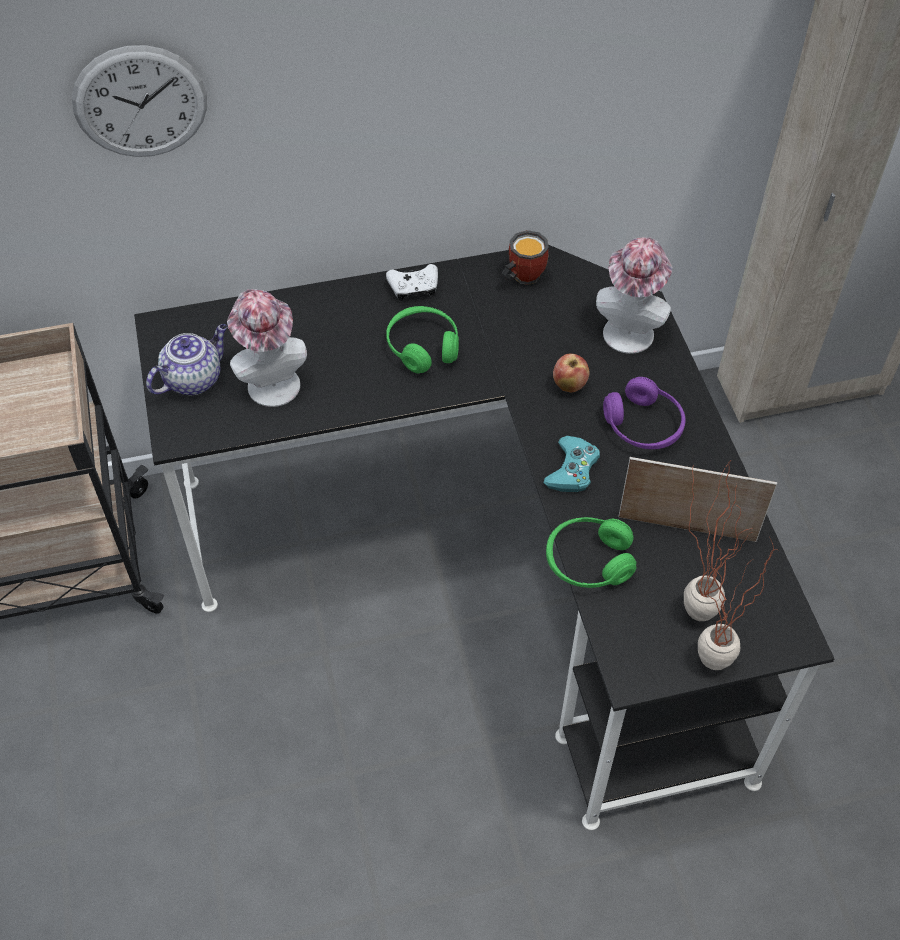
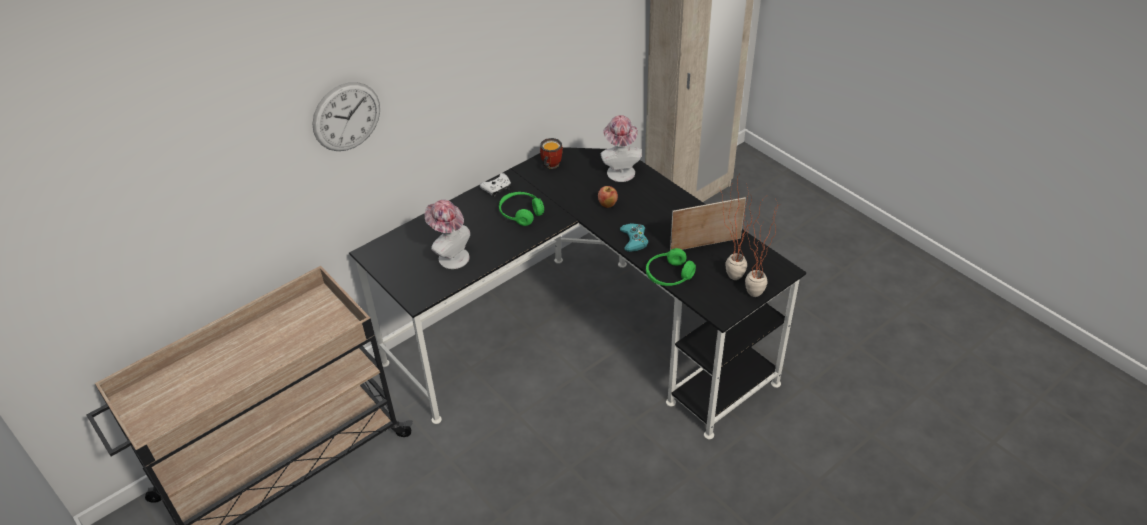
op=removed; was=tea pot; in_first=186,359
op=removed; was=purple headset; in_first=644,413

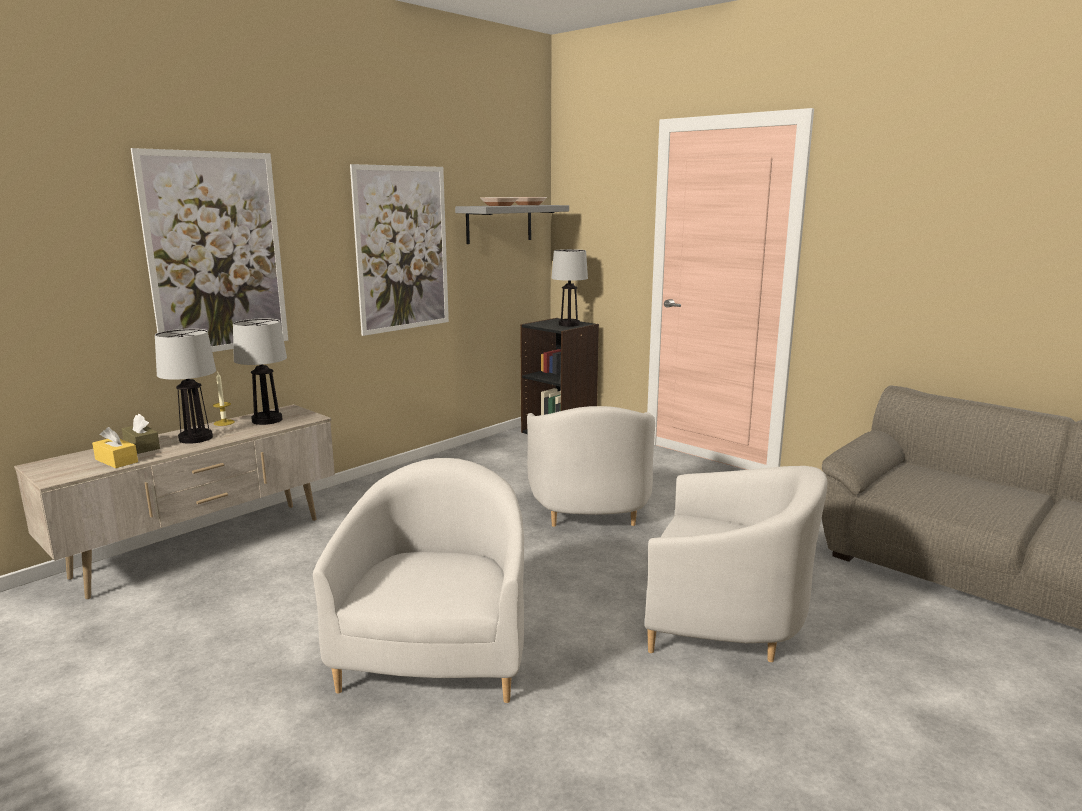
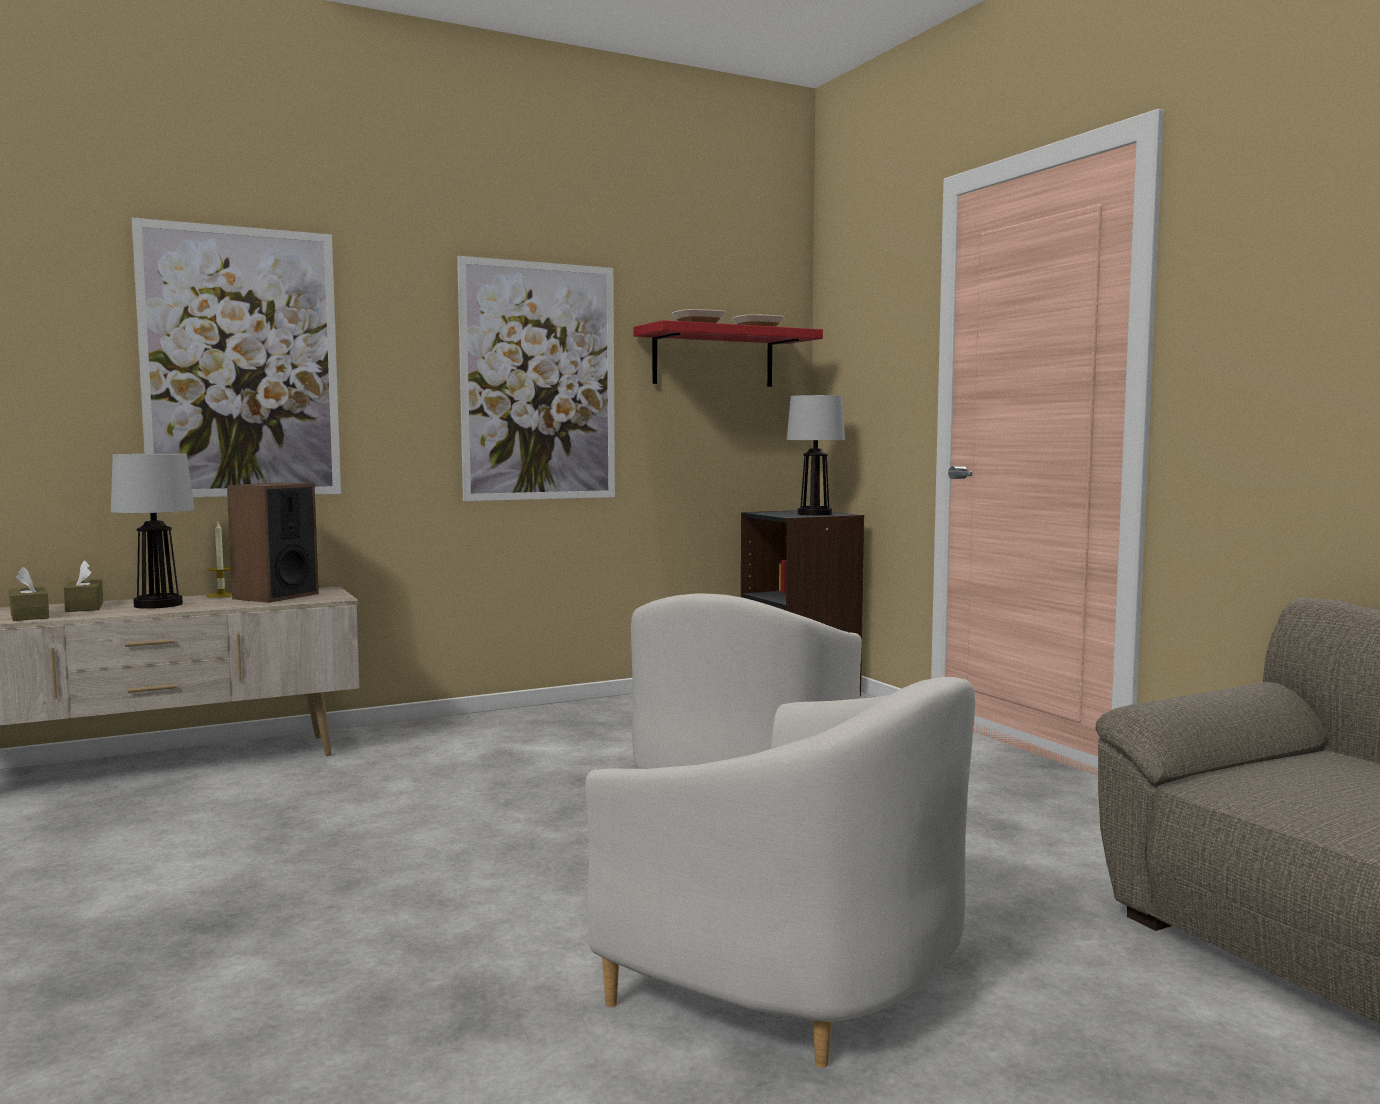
op=recoloured; was=yellow box of tissues; now=brownish box of tissues; in_first=115,447; in_second=29,594
op=replaced; was=tabletop lamp; now=loudspeaker; in_first=260,371; in_second=273,543
op=removed; was=white armchair; in_first=418,580
op=recoloured; was=gray bracket shelf; now=reddish bracket shelf; in_first=512,224; in_second=728,353

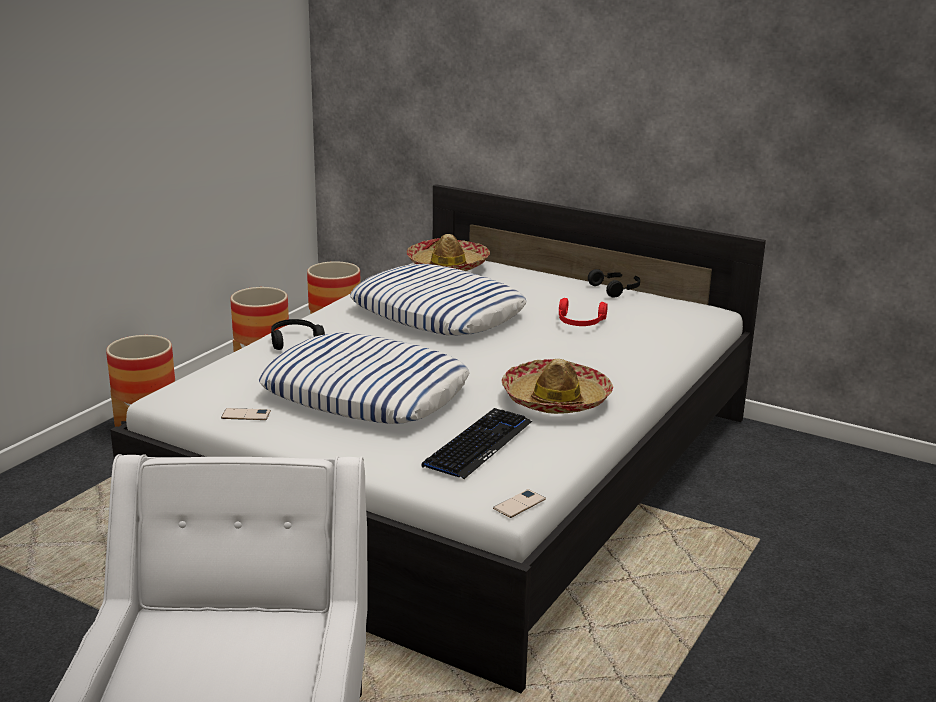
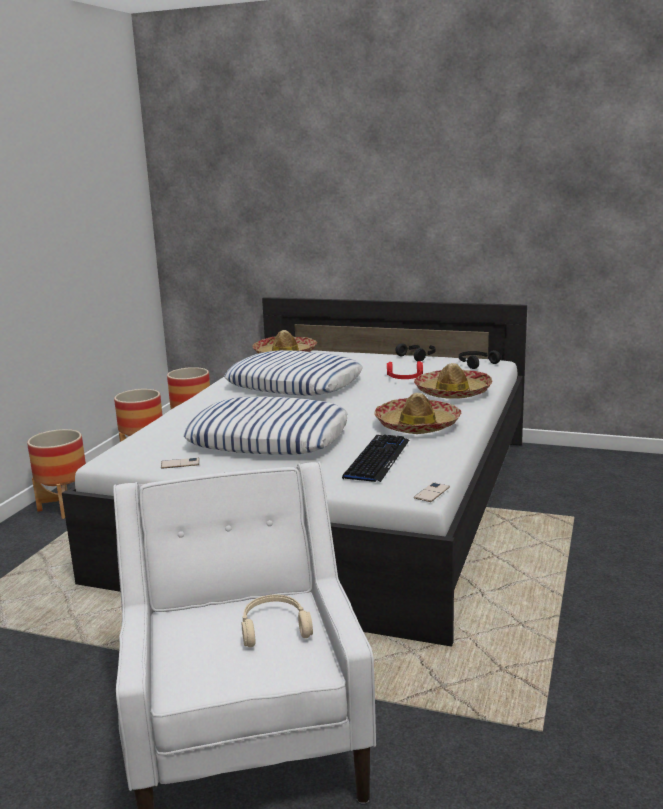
op=moved; was=blackish headset; in_first=298,334; in_second=480,359
op=added; now=beige headset; in_second=277,621
op=added; now=hat; in_second=453,381

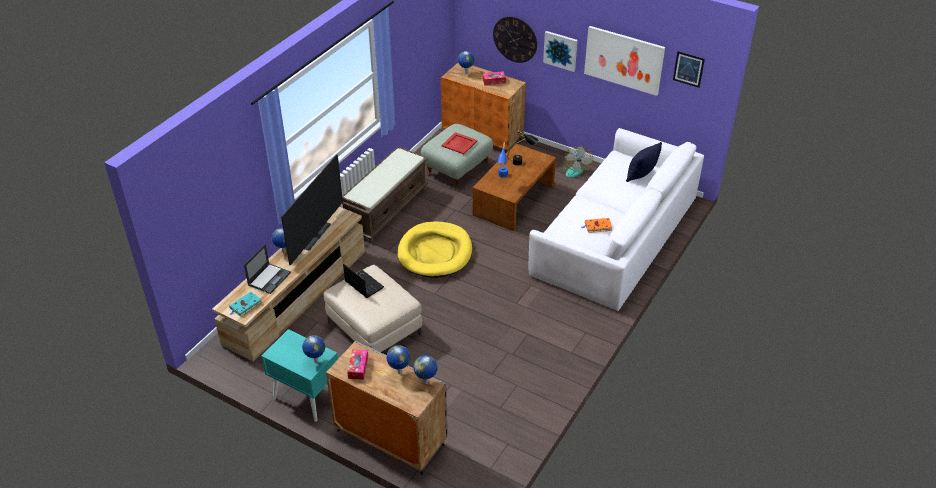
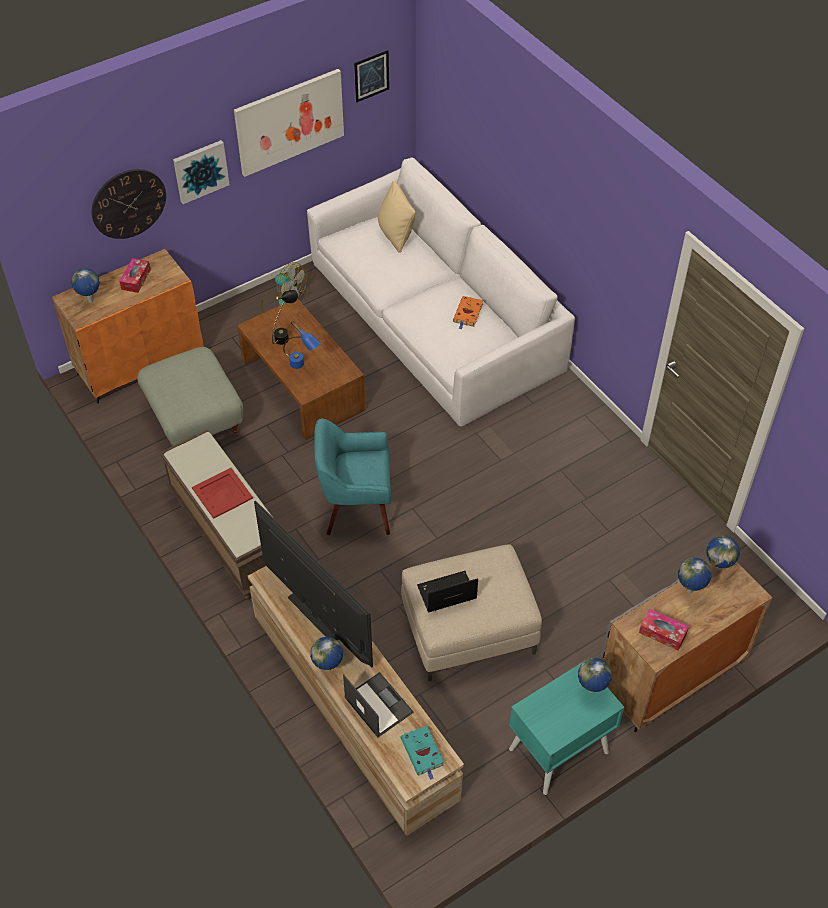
op=replaced; was=yellow dog bed; now=turquoise armchair; in_first=435,249; in_second=352,477
op=moved; was=reddish serving tray; in_first=459,143; in_second=222,493
op=recoloured; was=blackish pillow; now=beige pillow; in_first=644,162; in_second=396,217

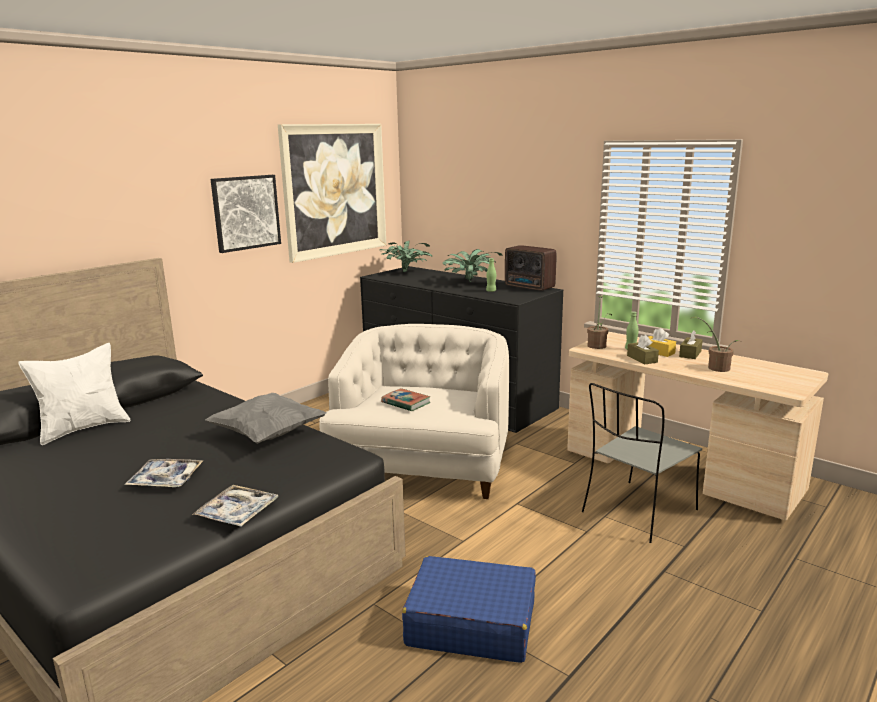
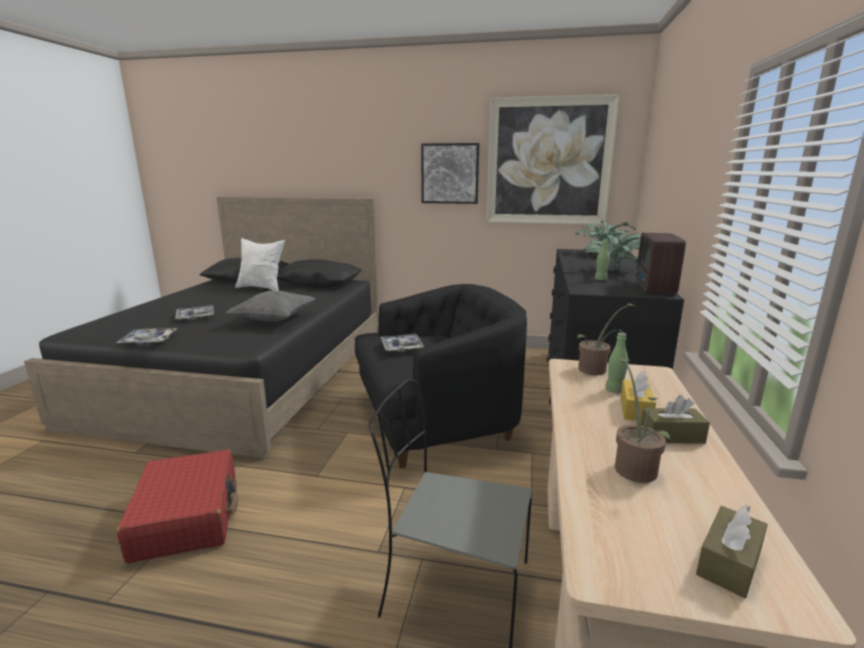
op=recoloured; was=white armchair; now=blackish armchair; in_first=414,411; in_second=441,376
op=replaced; was=book; now=serving tray; in_first=406,399; in_second=402,343
op=recoloured; was=blue suitcase; now=reddish suitcase; in_first=469,609; in_second=177,506
op=moved; was=brownish box of tissues; in_first=643,350; in_second=732,551

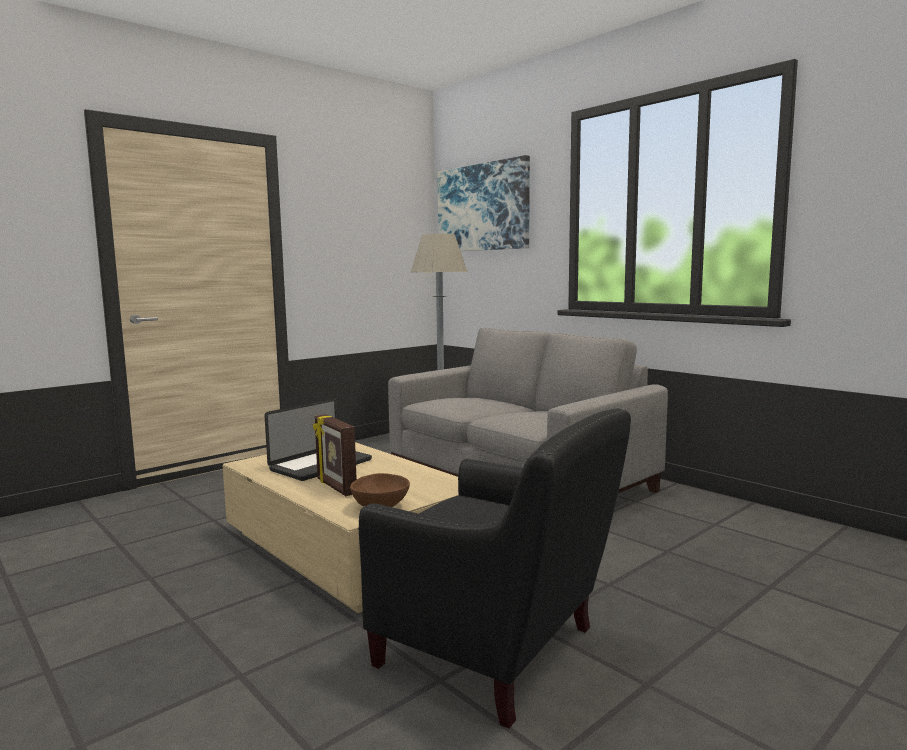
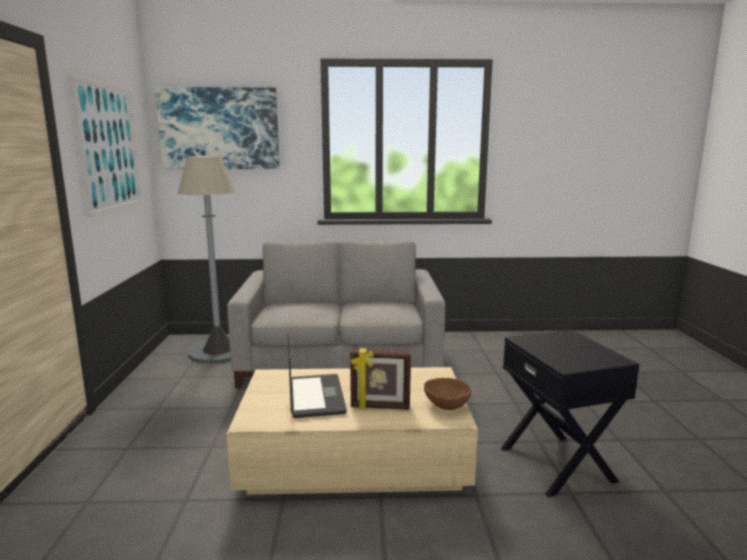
op=replaced; was=blackish armchair; now=blackish end table; in_first=495,568; in_second=570,413
op=added; now=wall picture; in_second=105,146

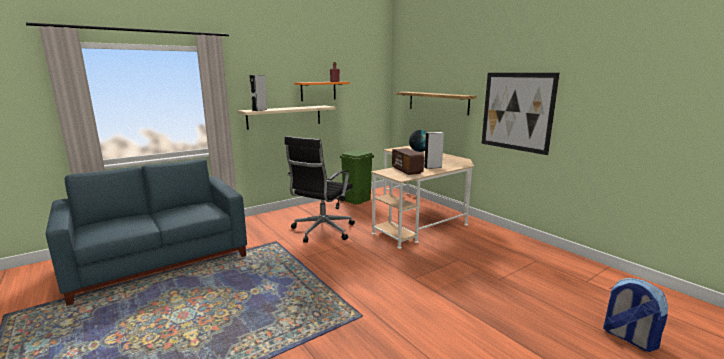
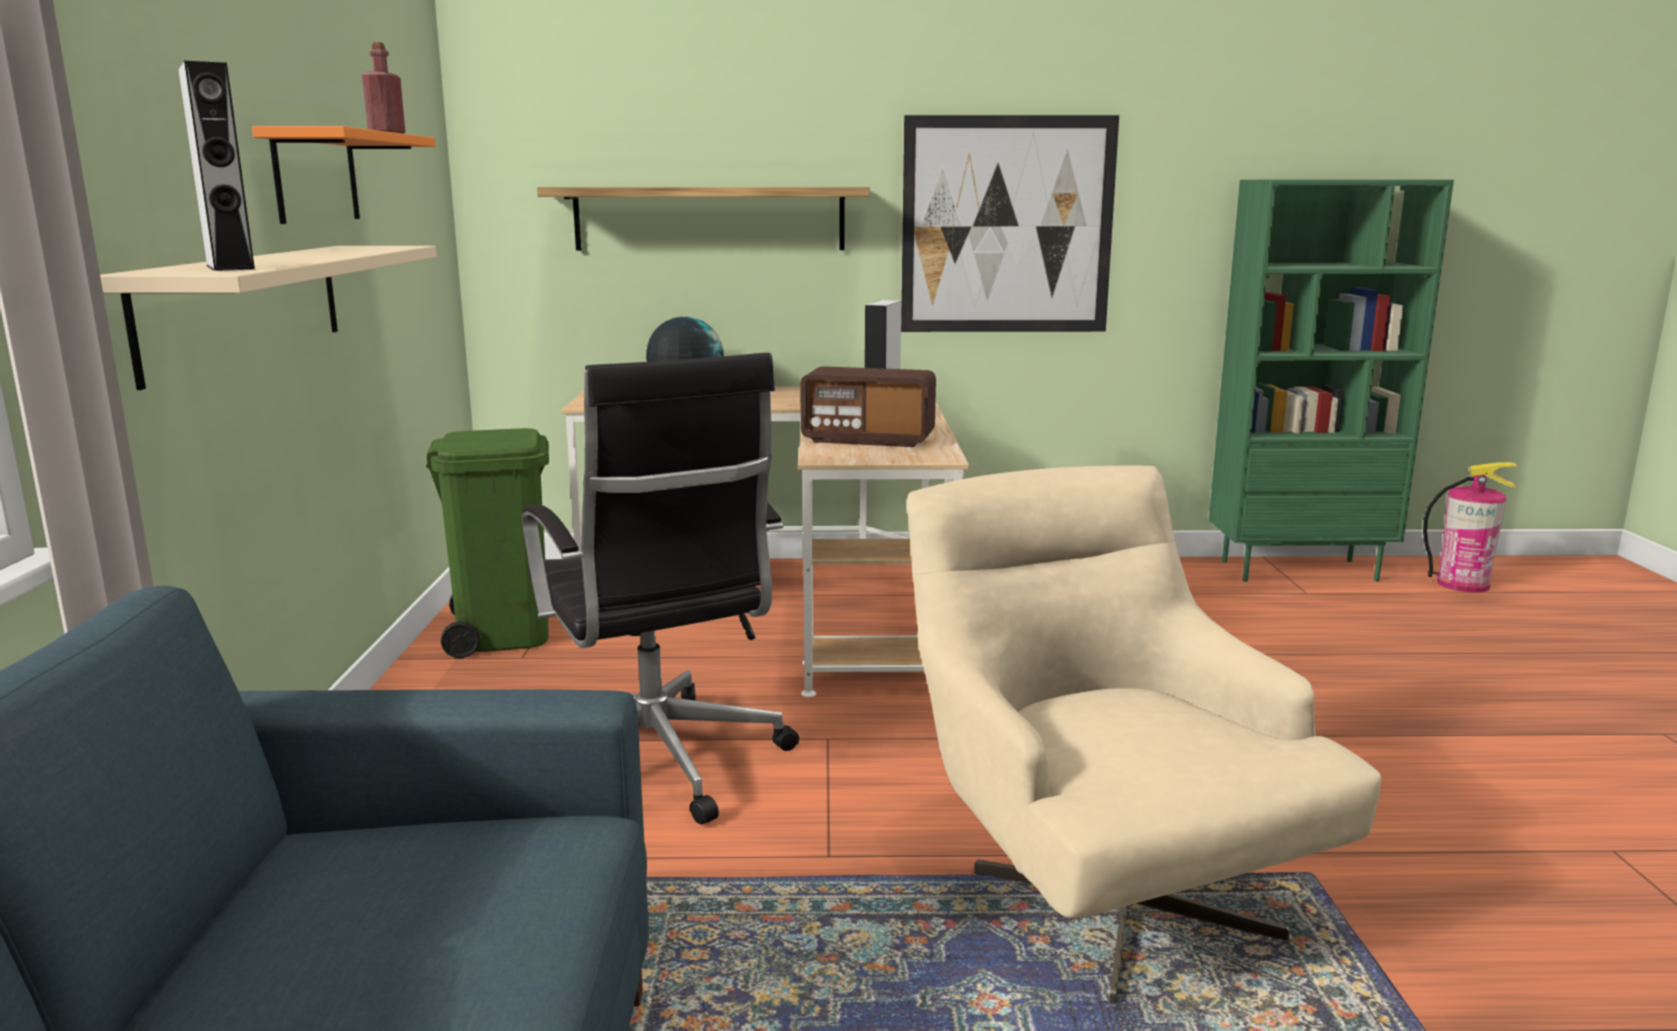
op=removed; was=knapsack; in_first=635,315
op=added; now=beige armchair; in_second=1144,735
op=added; now=greenish shelving unit; in_second=1331,380
op=added; now=extinguisher; in_second=1470,527

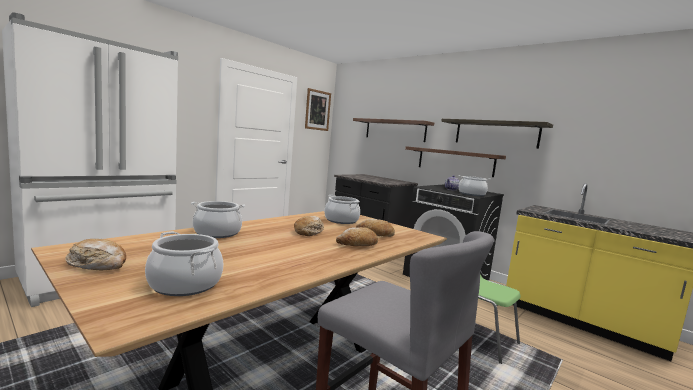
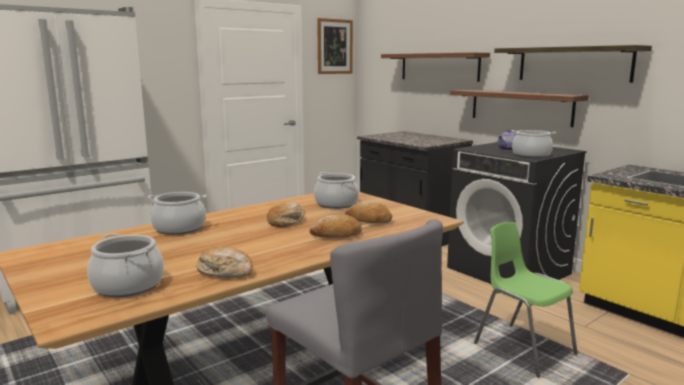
op=moved; was=bakery bread; in_first=95,254; in_second=224,262

